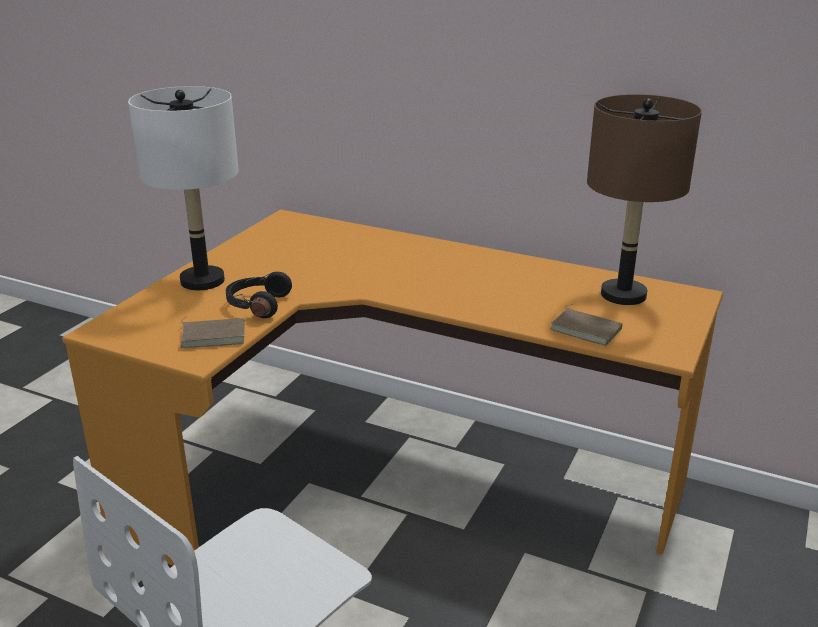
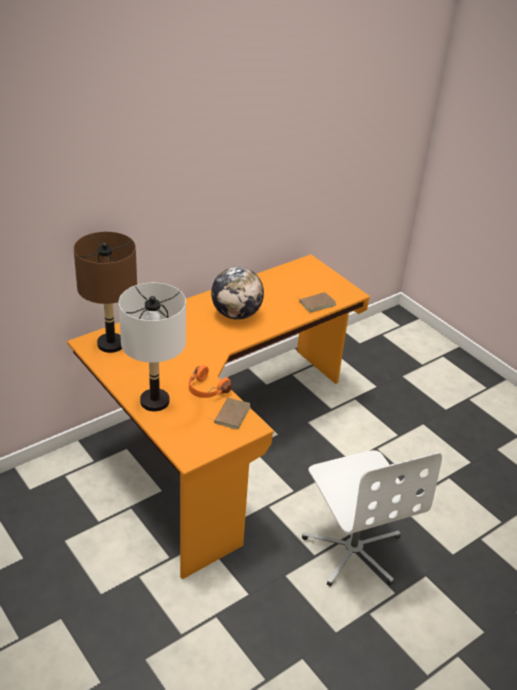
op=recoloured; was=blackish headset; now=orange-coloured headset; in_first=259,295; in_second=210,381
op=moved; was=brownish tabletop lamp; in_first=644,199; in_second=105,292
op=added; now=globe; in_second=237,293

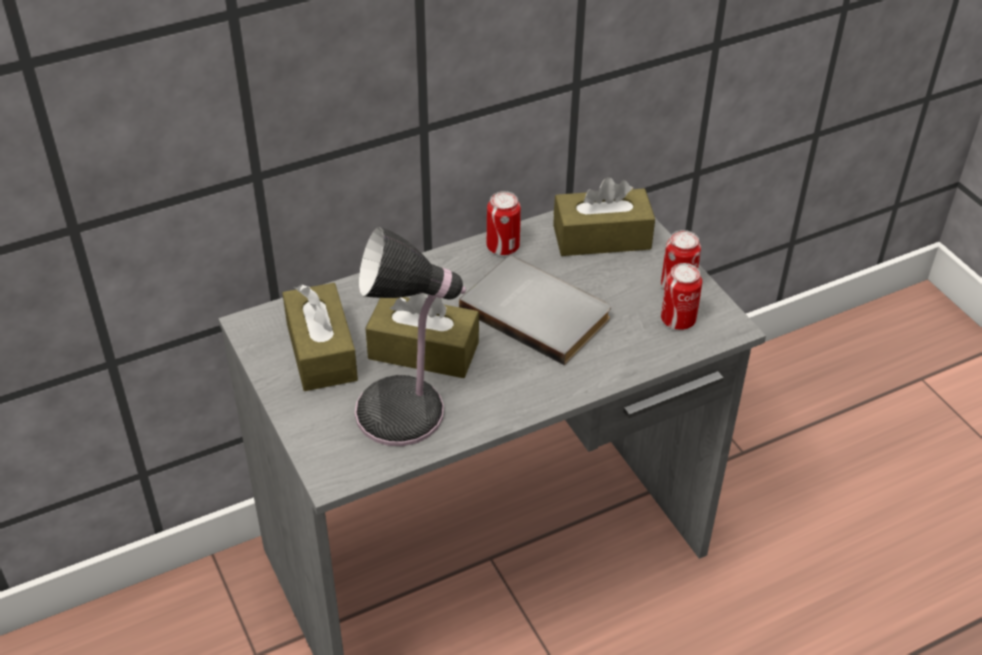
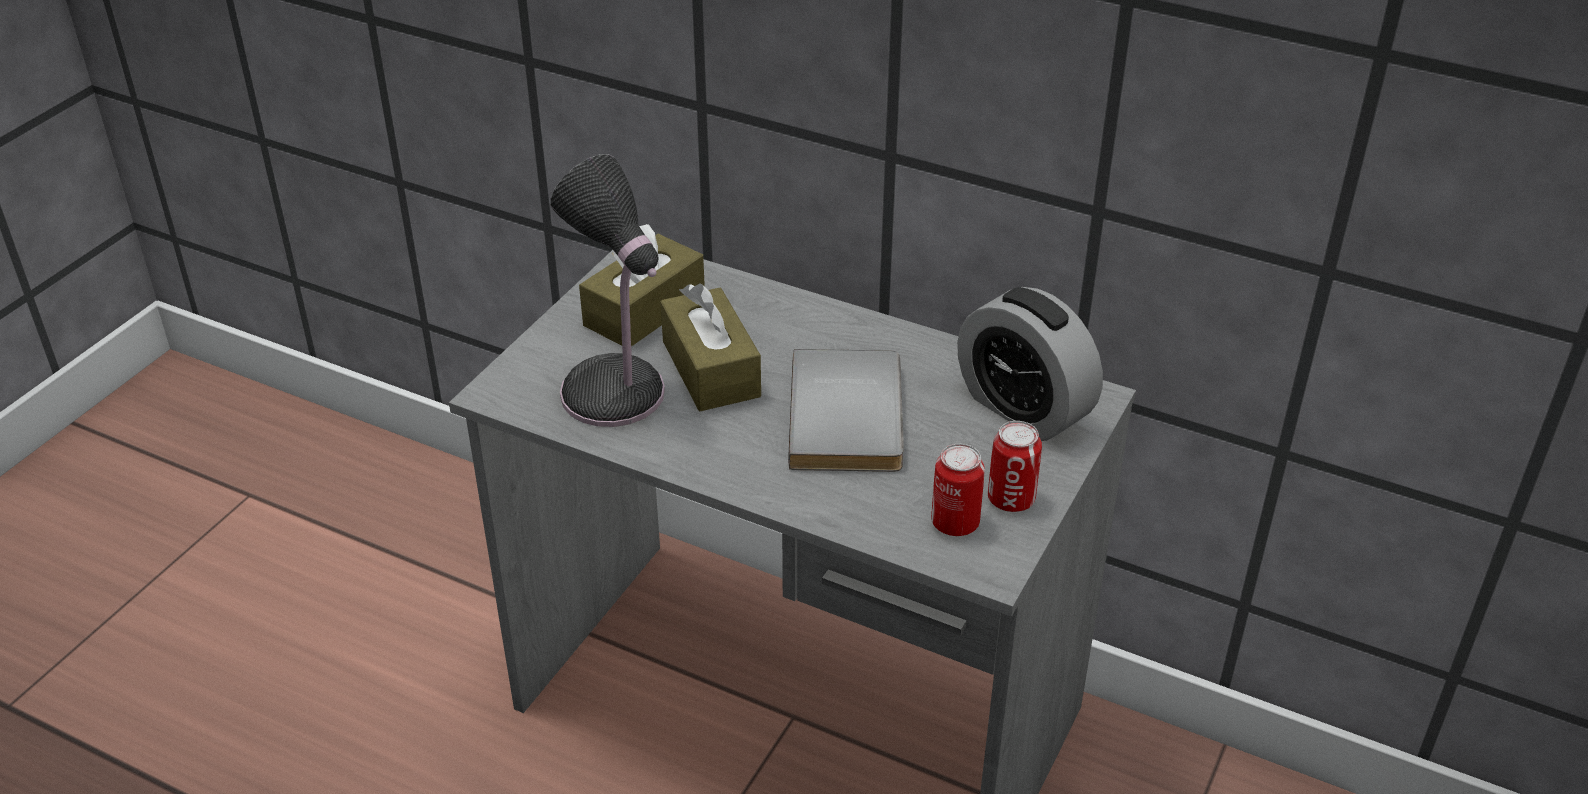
op=removed; was=sealed can; in_first=504,223
op=replaced; was=brownish box of tissues; now=alarm clock; in_first=604,216; in_second=1030,364

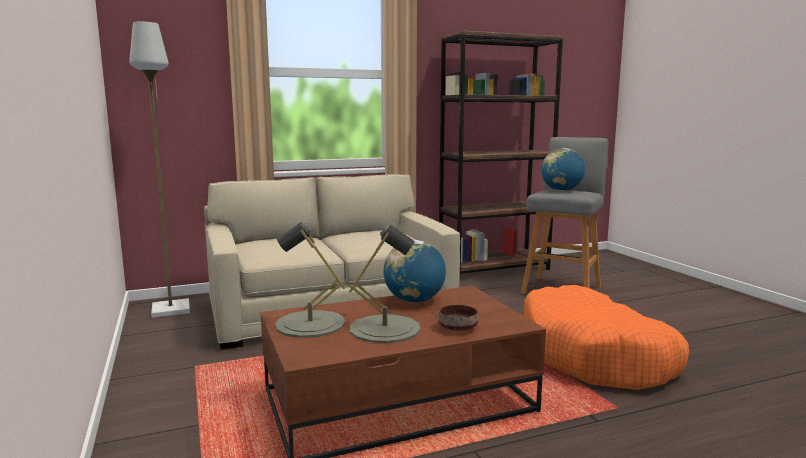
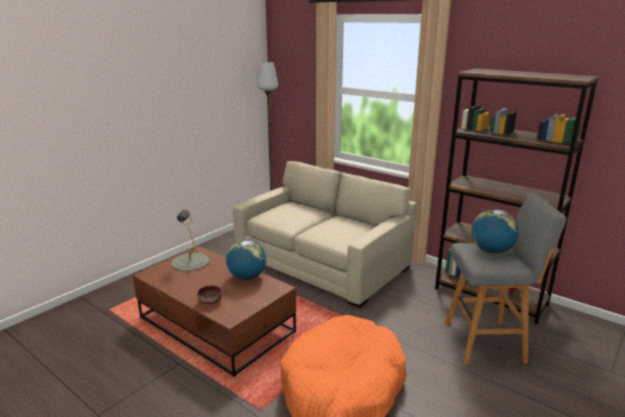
op=removed; was=gray tabletop lamp; in_first=384,284

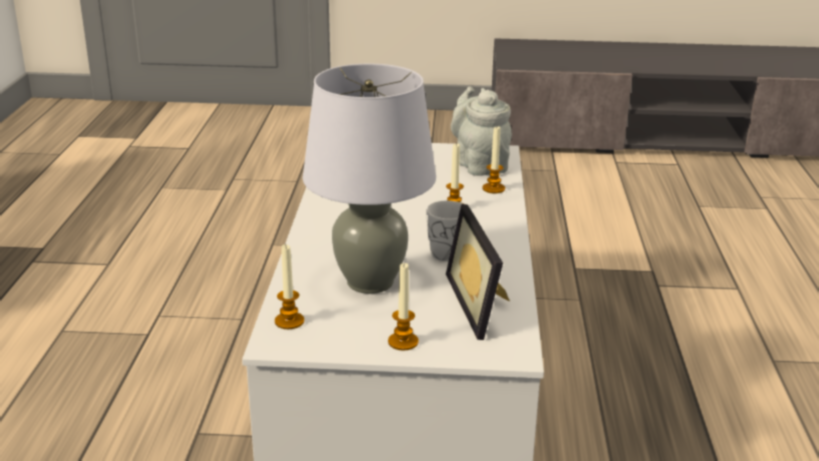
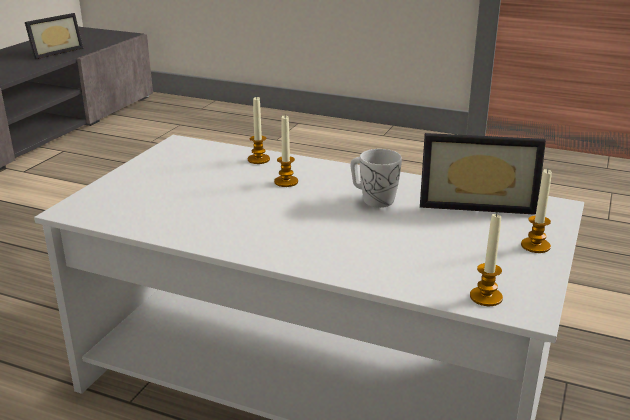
op=removed; was=gray tabletop lamp; in_first=369,179
op=removed; was=gray tea pot; in_first=481,131
op=added; now=photo frame; in_second=54,36

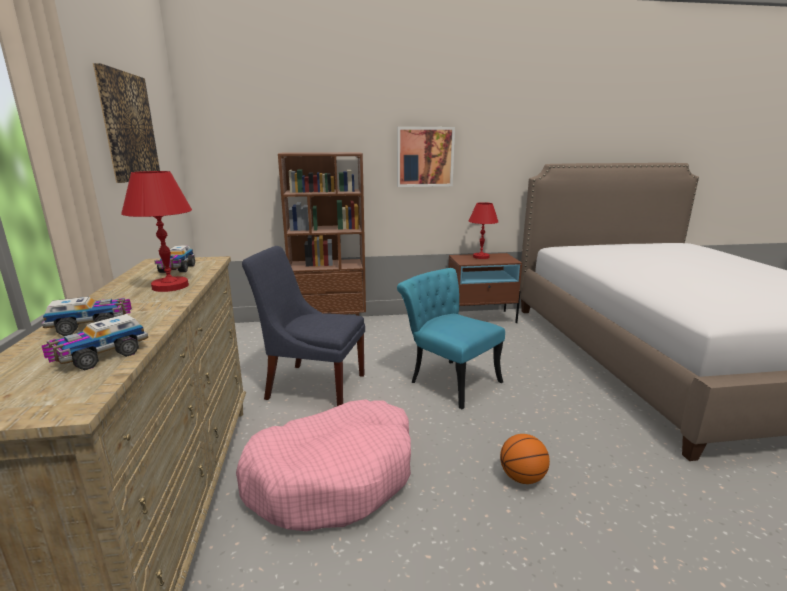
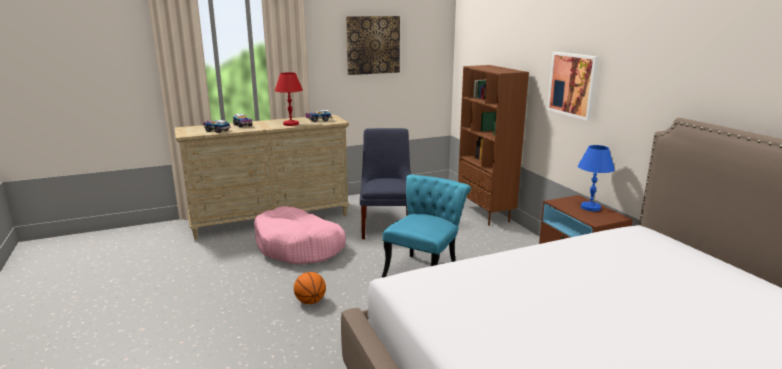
op=recoloured; was=reddish tabletop lamp; now=blue tabletop lamp; in_first=483,230; in_second=596,178

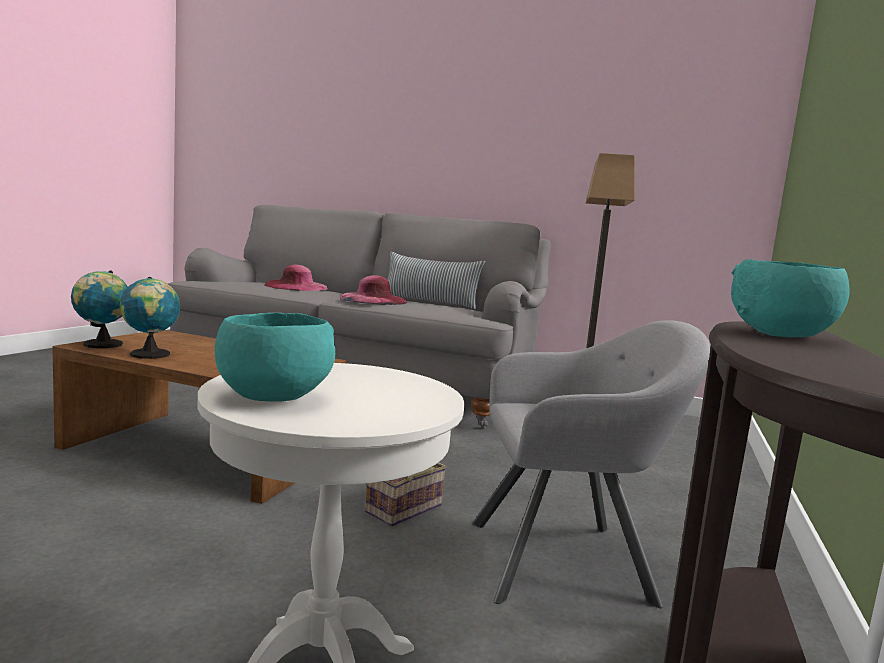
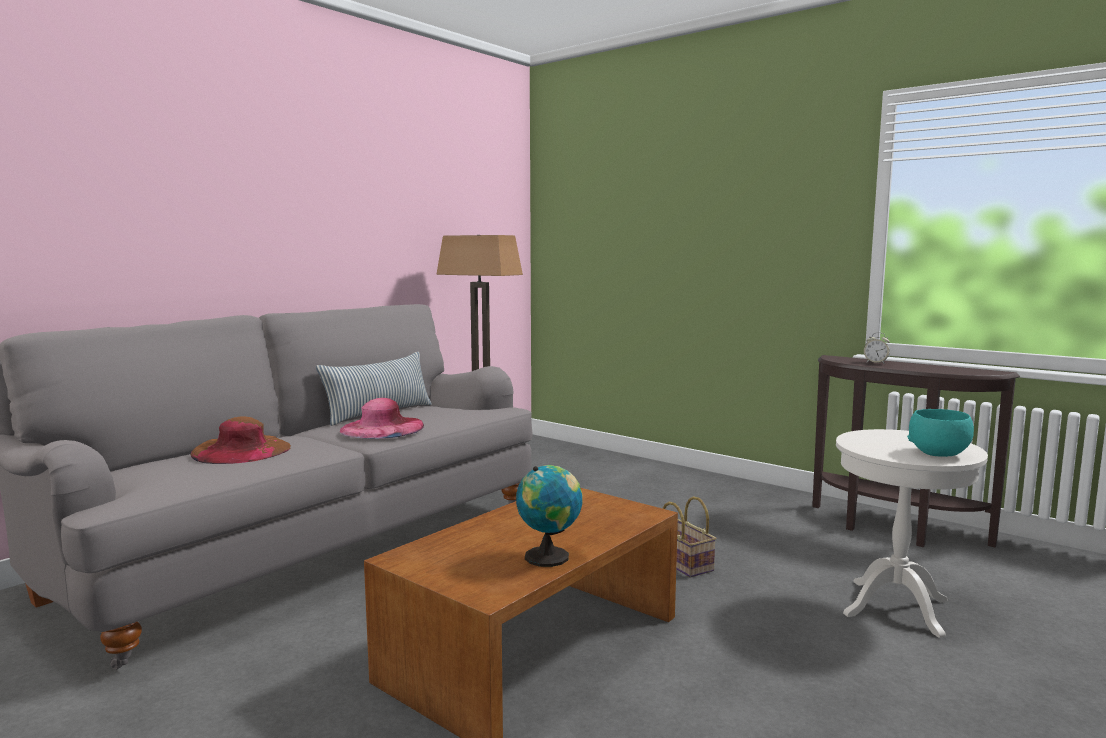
op=removed; was=globe; in_first=99,309
op=recoloured; was=pinkish hat; now=brownish hat; in_first=296,277; in_second=241,440
op=removed; was=gray armchair; in_first=591,464
op=replaced; was=turquoise bowl; now=alarm clock; in_first=790,298; in_second=877,348

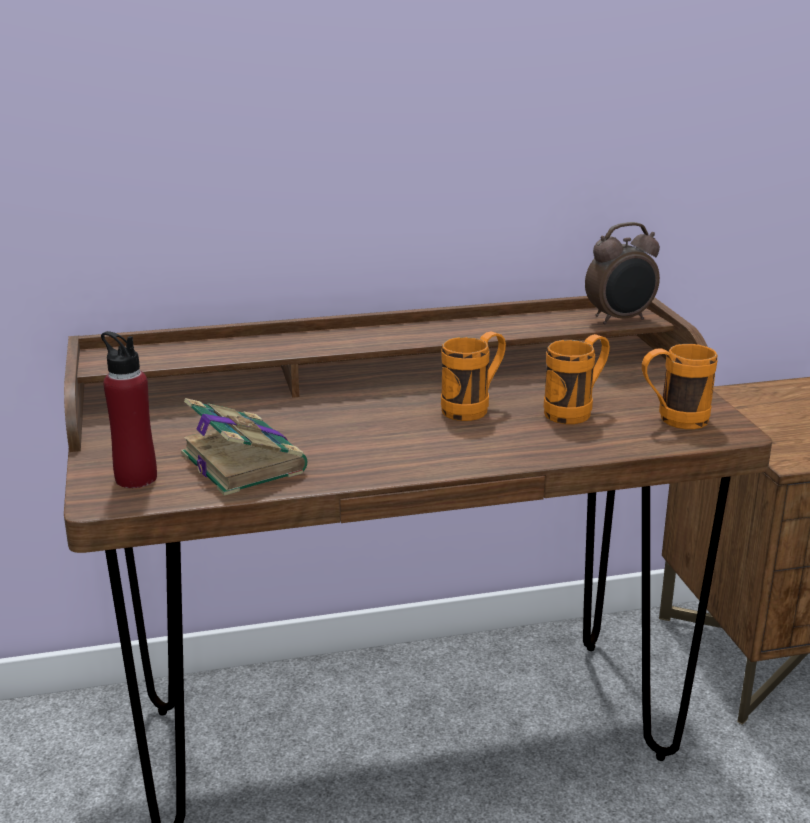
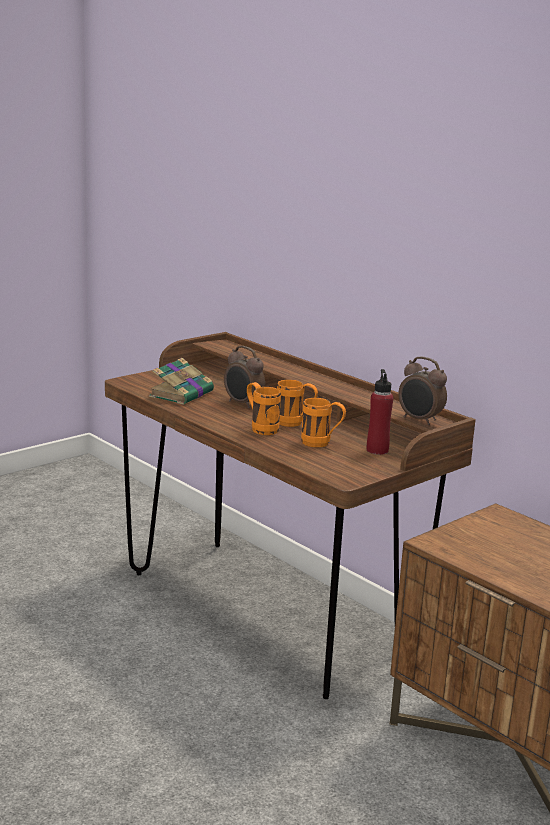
op=moved; was=reddish bottle; in_first=129,409; in_second=380,412
op=moved; was=orange-coloured tea mug; in_first=680,386; in_second=264,408
op=added; now=alarm clock; in_second=244,377

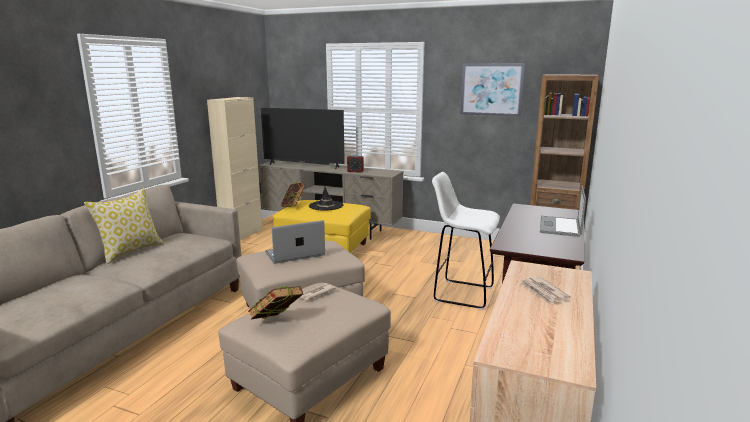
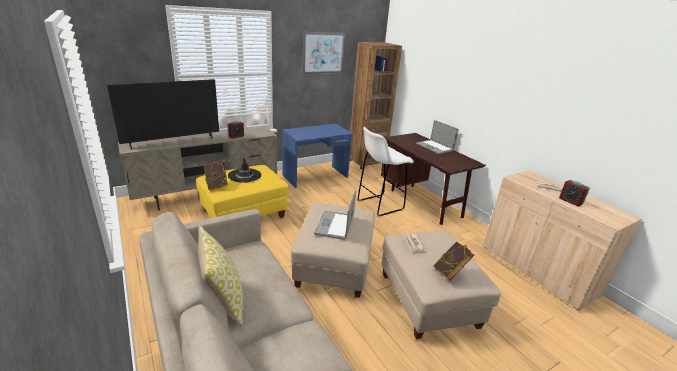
op=removed; was=beige storage cabinet; in_first=234,168
op=added; now=blue desk; in_second=317,156
op=added; now=alarm clock; in_second=574,193

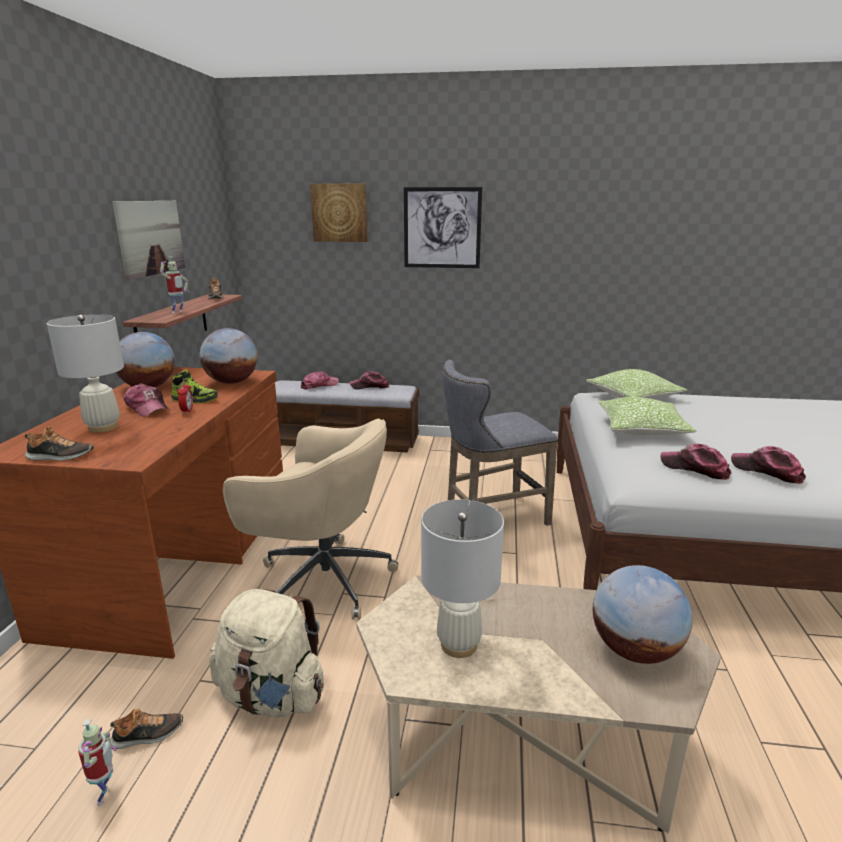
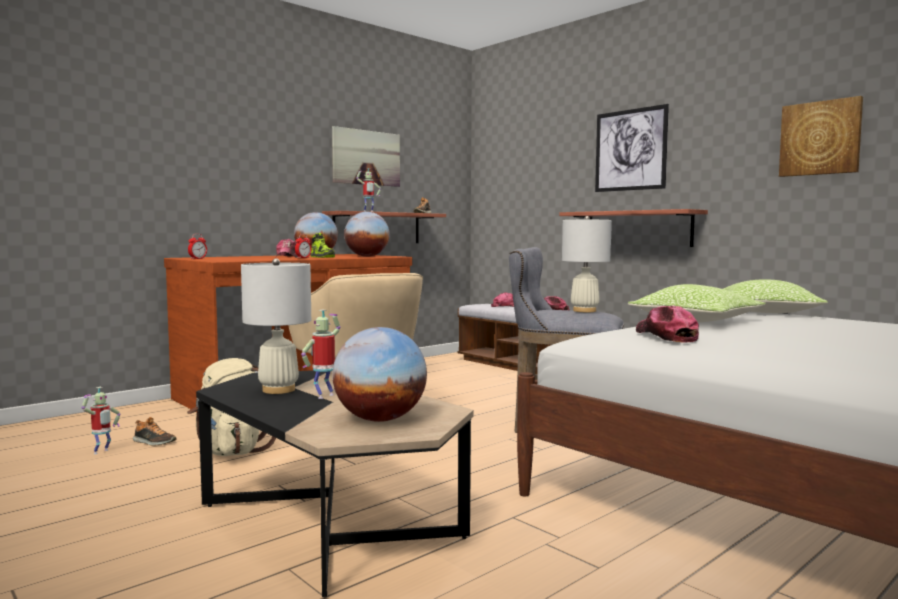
op=replaced; was=item of footwear; now=alarm clock; in_first=59,443; in_second=197,246
op=moved; was=white tabletop lamp; in_first=85,373; in_second=587,264
op=moved; was=wall picture; in_first=338,213; in_second=821,136
op=recoloured; was=beige low table; now=blackish low table; in_first=538,704; in_second=335,483
op=removed; was=peaked cap; in_first=768,465
op=added; now=robot figure; in_second=320,354
op=added; now=bracket shelf; in_second=633,228

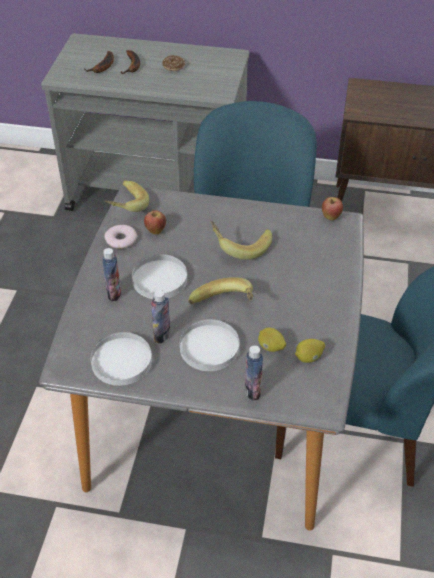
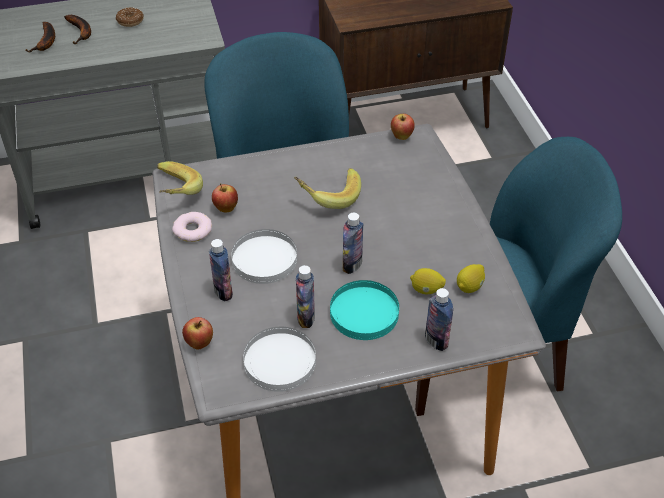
op=recoloured; was=white flat dish; now=turquoise flat dish; in_first=210,345; in_second=364,310
op=replaced; was=banana; now=bottle; in_first=220,290; in_second=353,243
op=added; now=whole apple; in_second=197,333

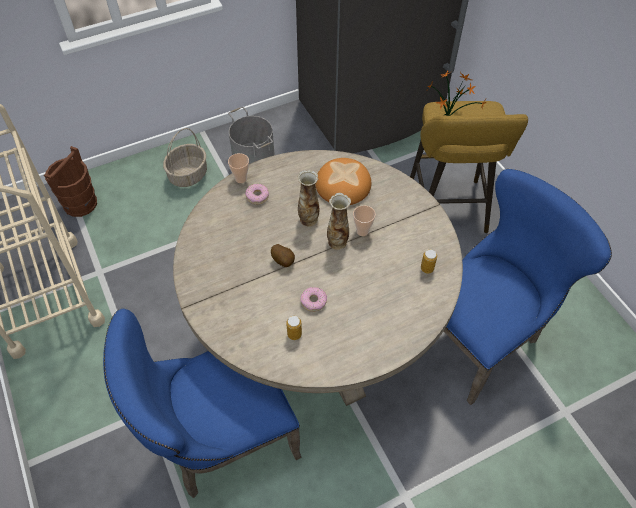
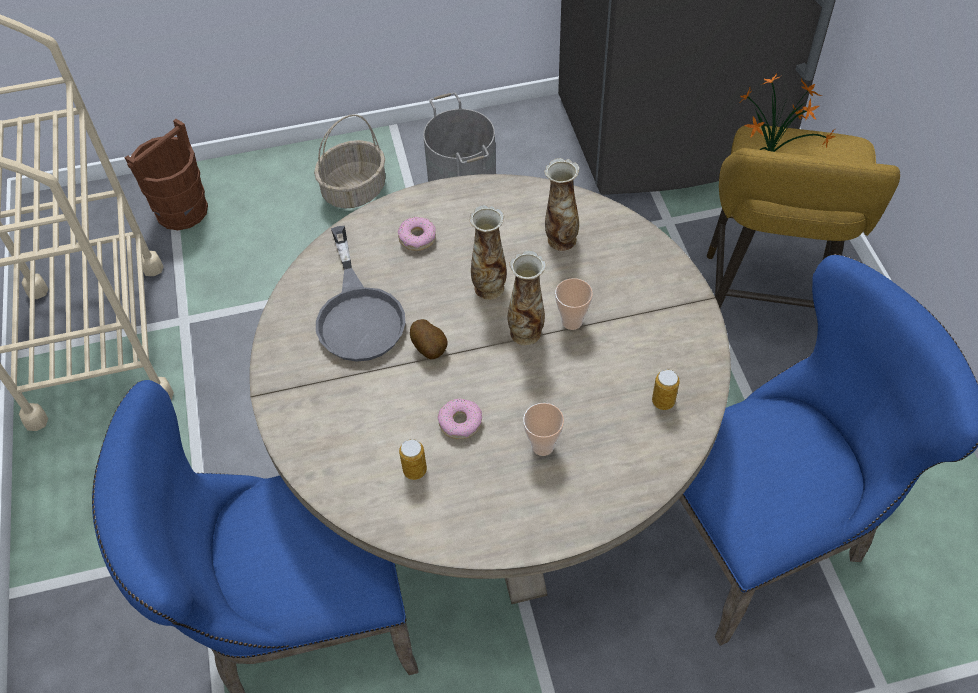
op=moved; was=cup; in_first=238,168; in_second=543,429
op=replaced; was=bakery bread; now=flower vase; in_first=343,181; in_second=561,204
op=added; now=gray frying pan; in_second=361,294

